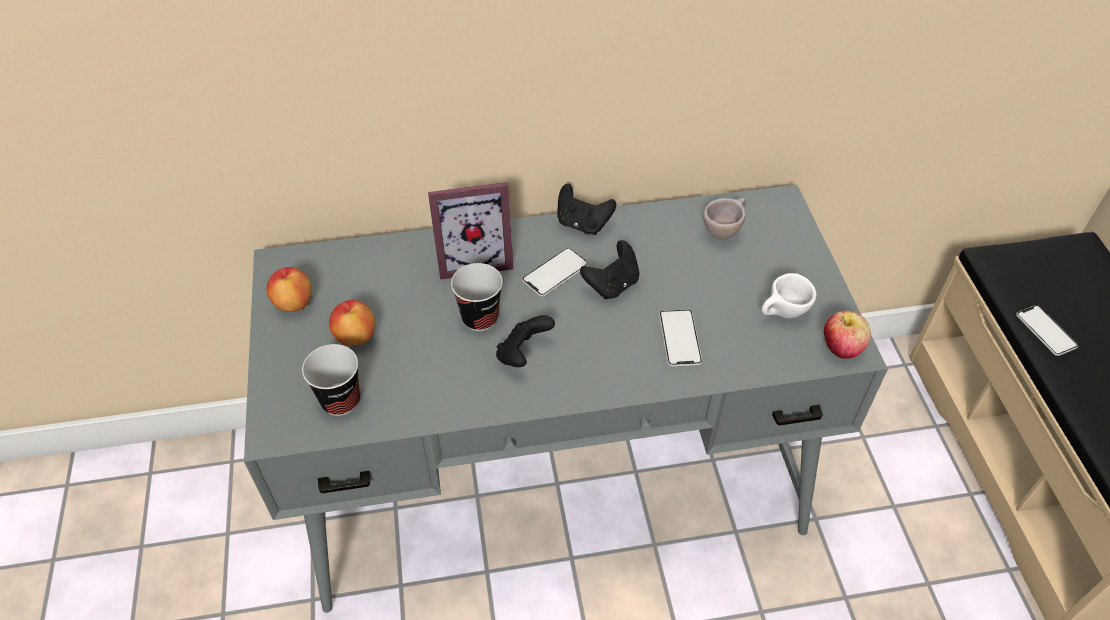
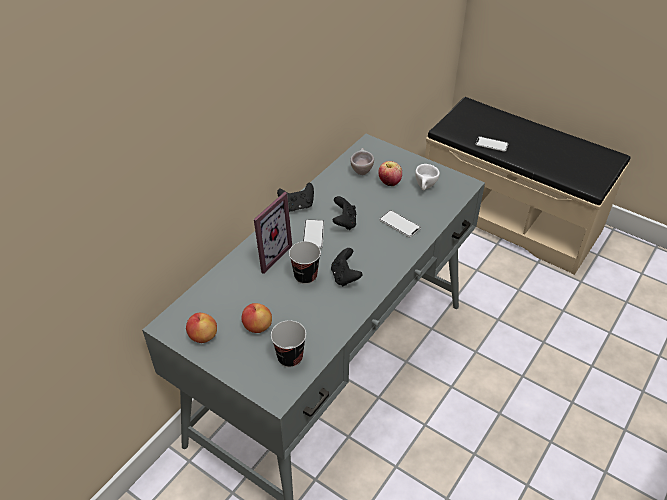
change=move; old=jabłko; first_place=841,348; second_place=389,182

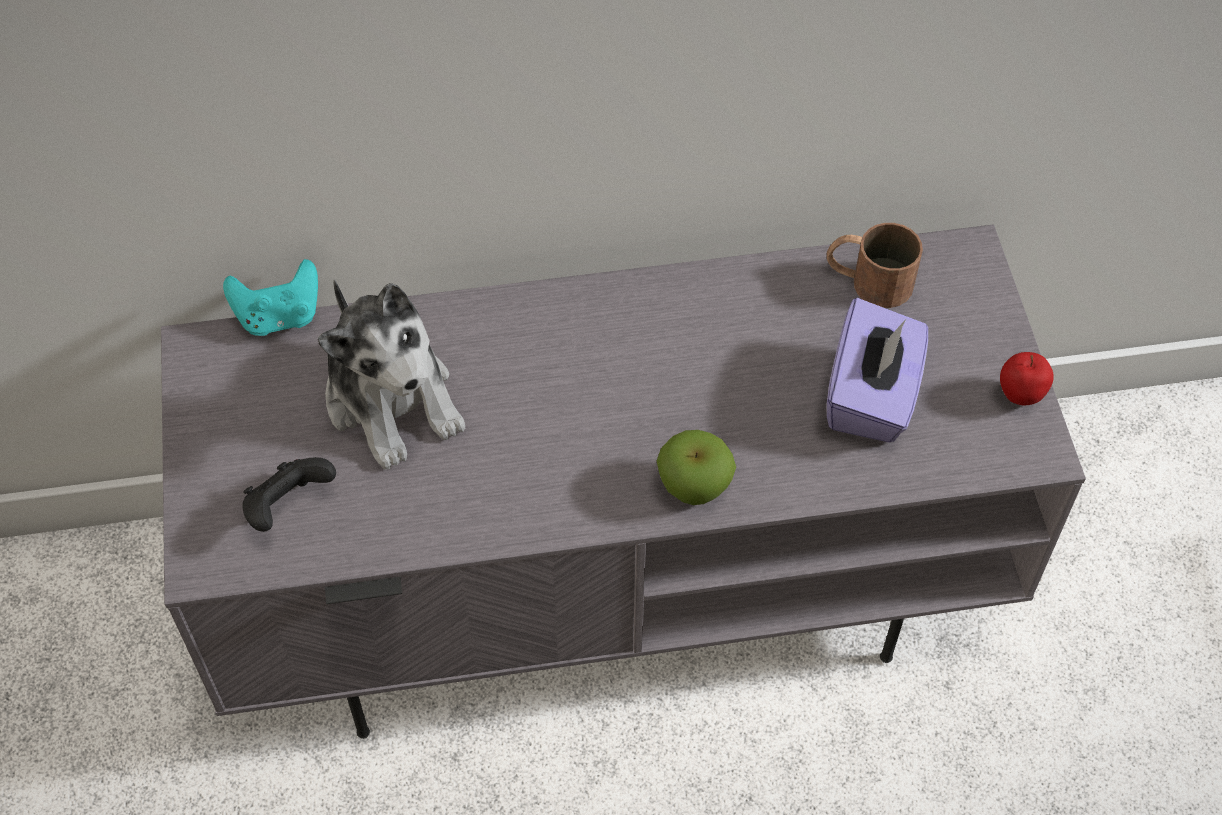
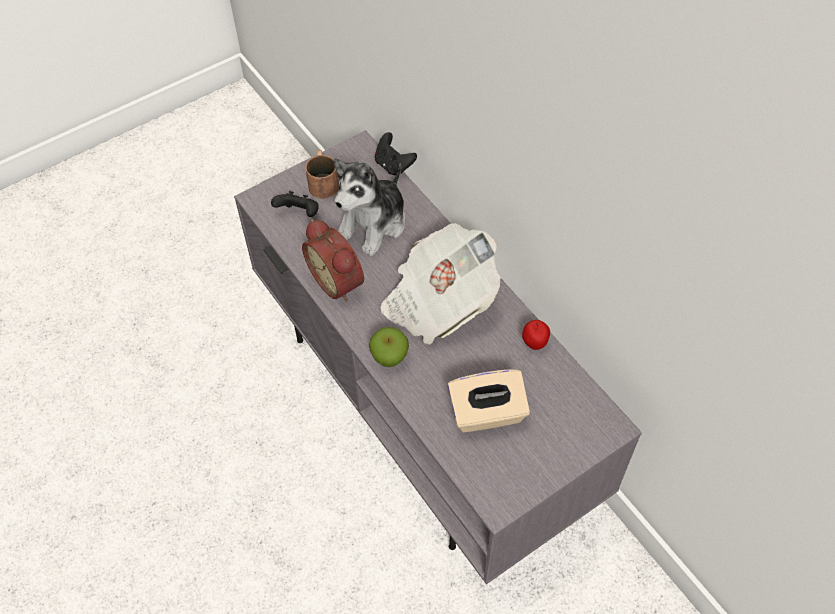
change=insert; new=budzik; second_place=339,280
change=move; old=kubek (brązowy); first_place=868,280; second_place=323,181
change=recolor; old=pad do gier (turkusowy); new=pad do gier (czarny); first_place=279,317; second_place=393,165
change=insert; new=gazeta; second_place=438,301
change=recolor; old=pudełko chusteczek (fioletowy); new=pudełko chusteczek (beżowy); first_place=872,397; second_place=487,414
change=move; old=jabłko; first_place=1019,397; second_place=534,343

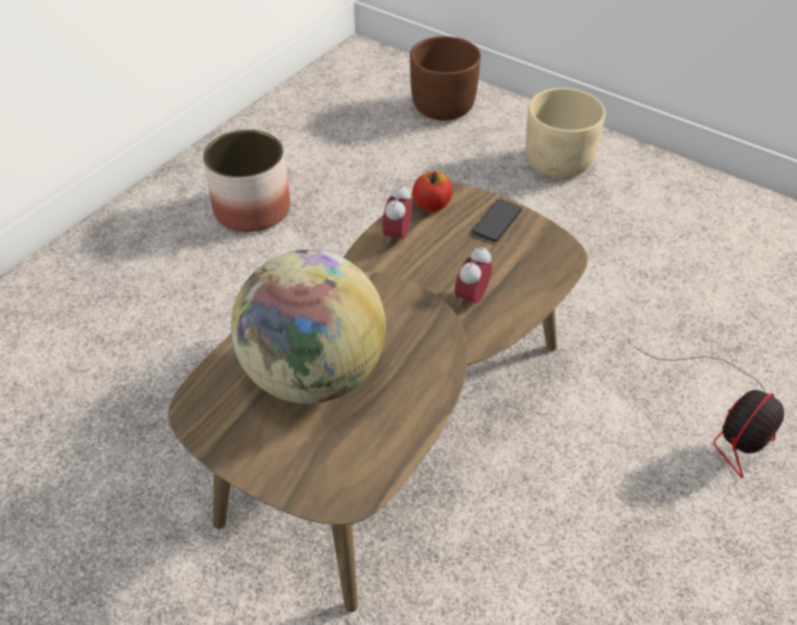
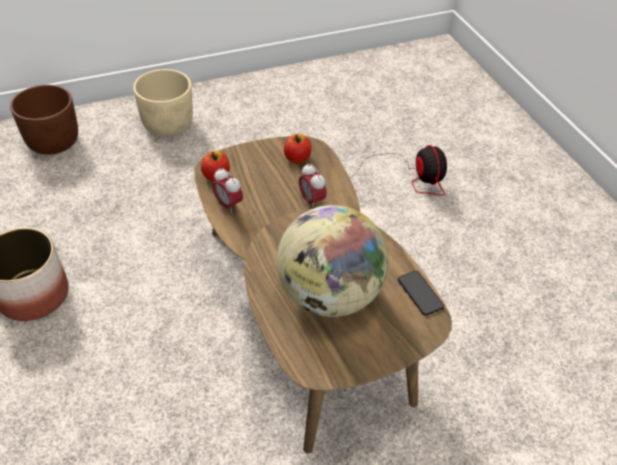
change=insert; new=jabłko; second_place=297,158
change=move; old=telefon; first_place=497,221; second_place=420,293

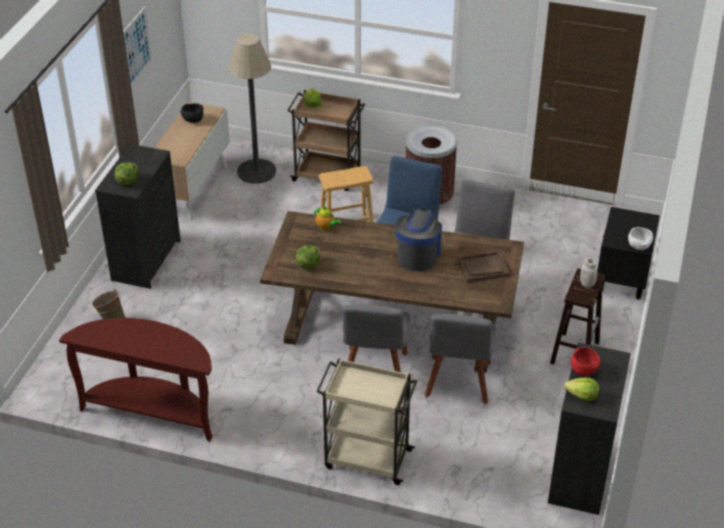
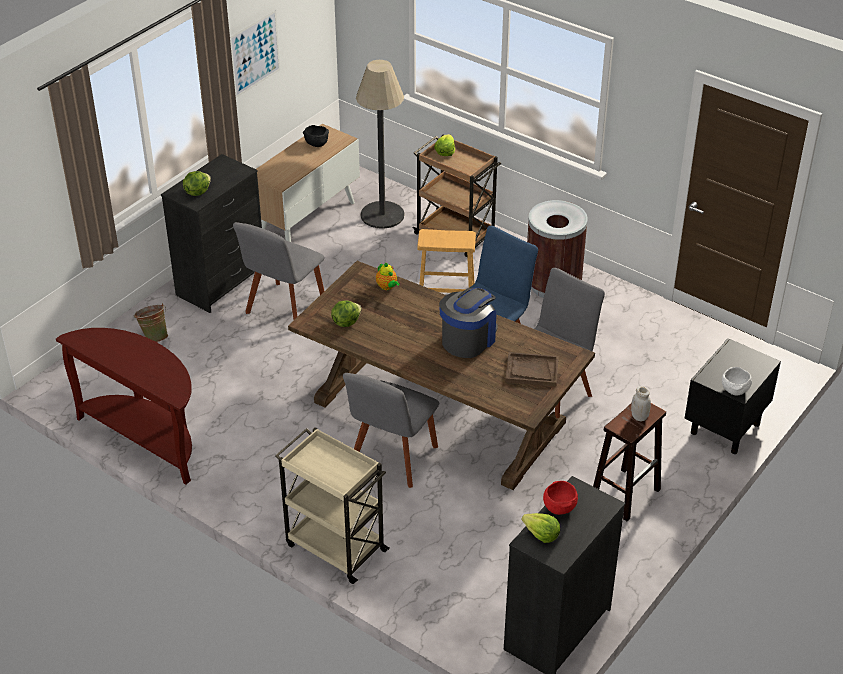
change=move; old=krzesło (szary); first_place=458,383; second_place=284,309

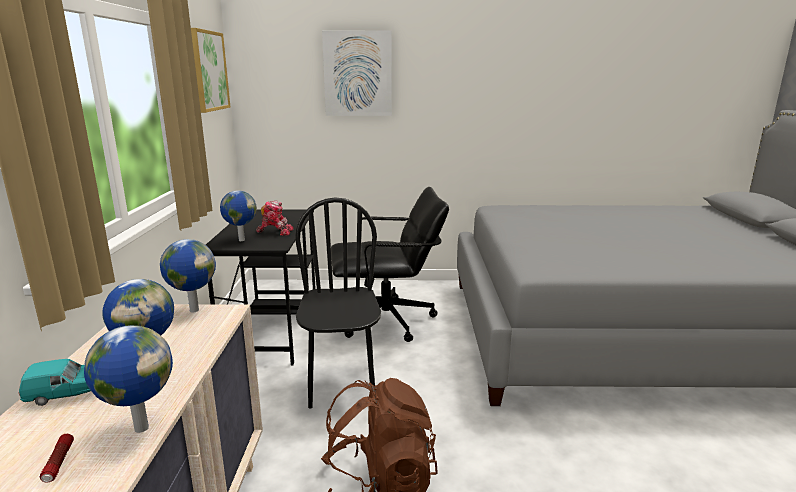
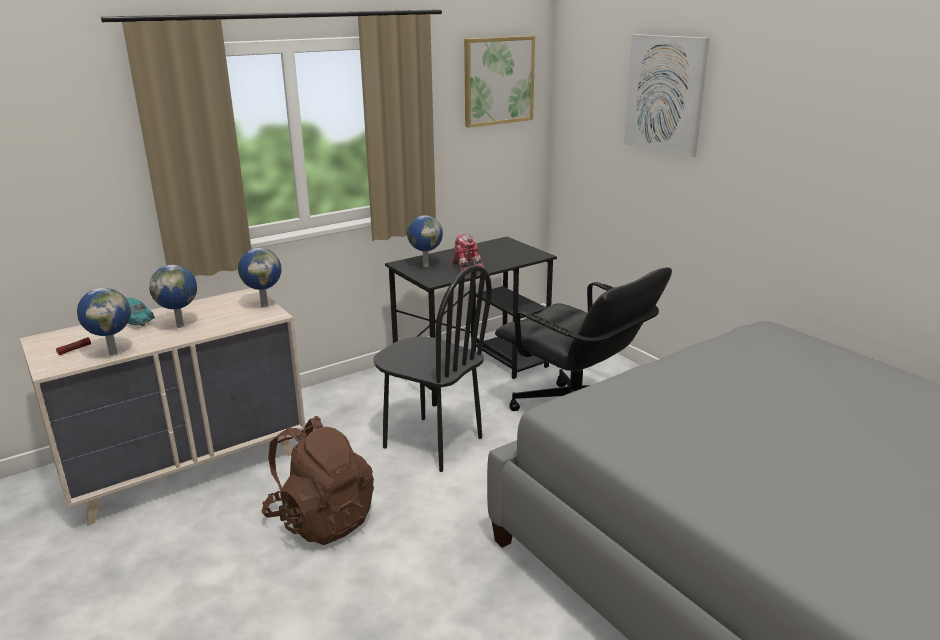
change=rotate; old=krzesło (czarny); first_place=342,385; second_place=432,443; degrees=75

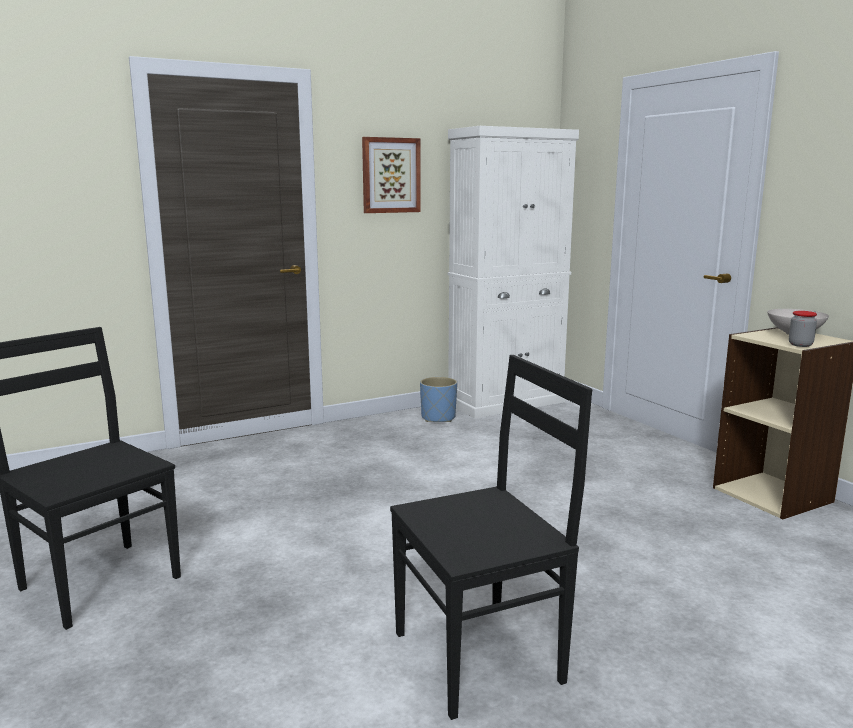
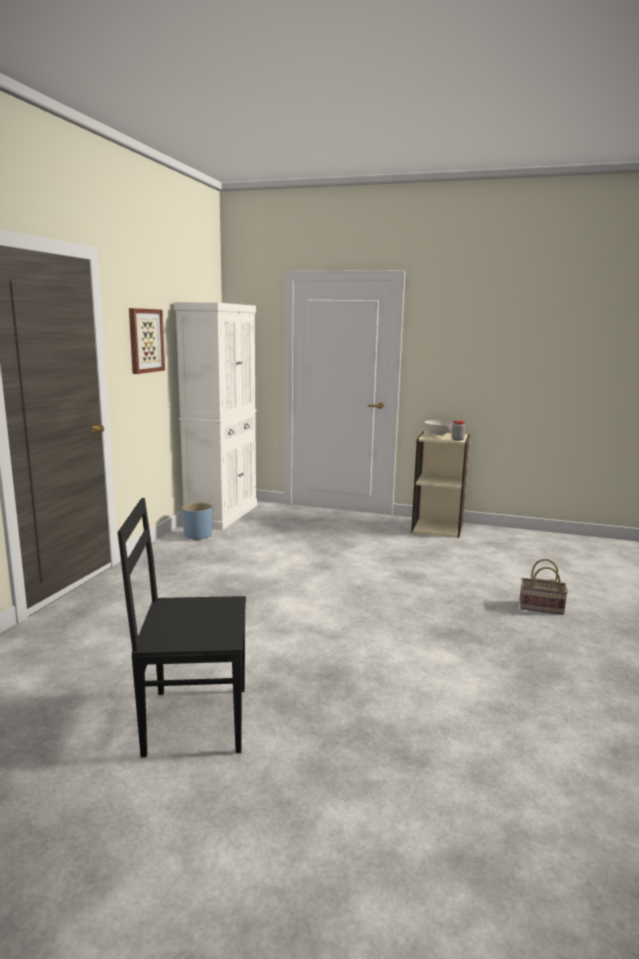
change=insert; new=koszyk; second_place=540,607
change=delete; old=krzesło (czarny); first_place=482,656

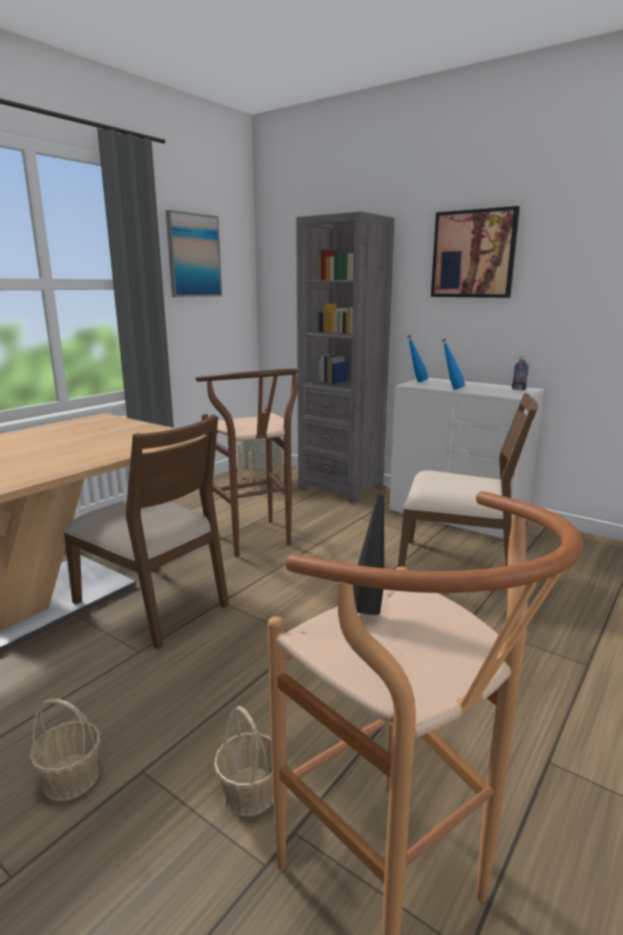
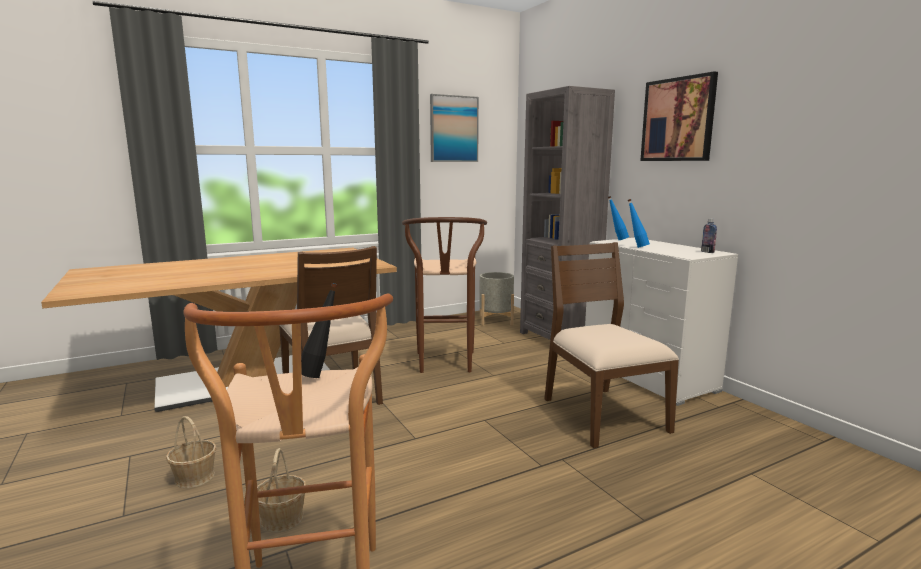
change=rotate; old=krzesło (brązowy); first_place=457,565; second_place=602,414; degrees=-150

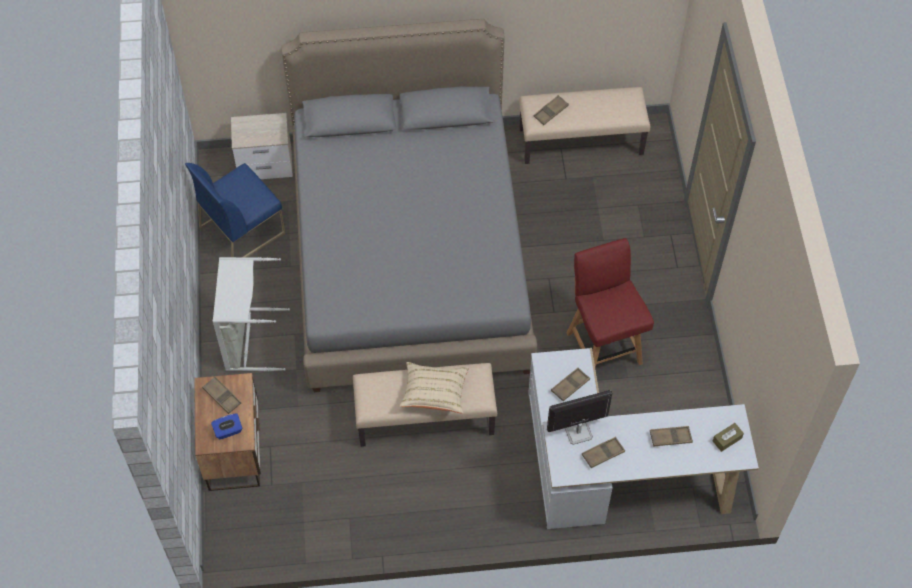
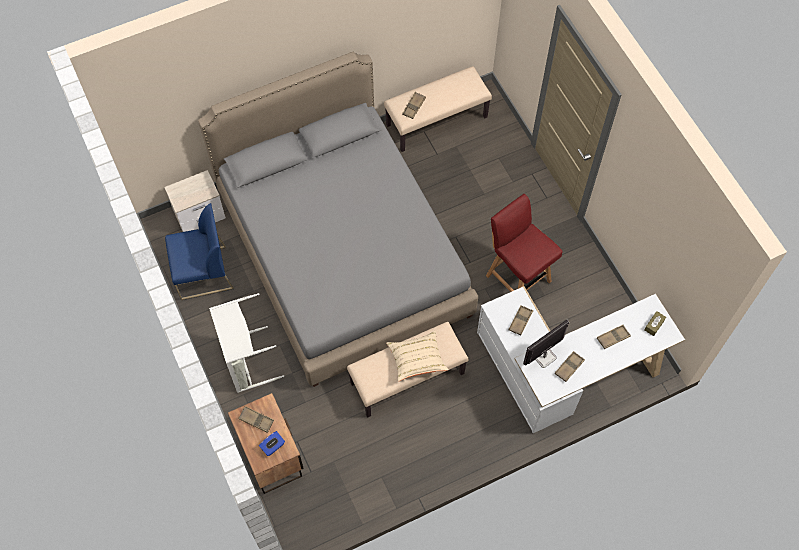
change=rotate; old=krzesło (niebieski); first_place=242,229; second_place=203,273; degrees=-135

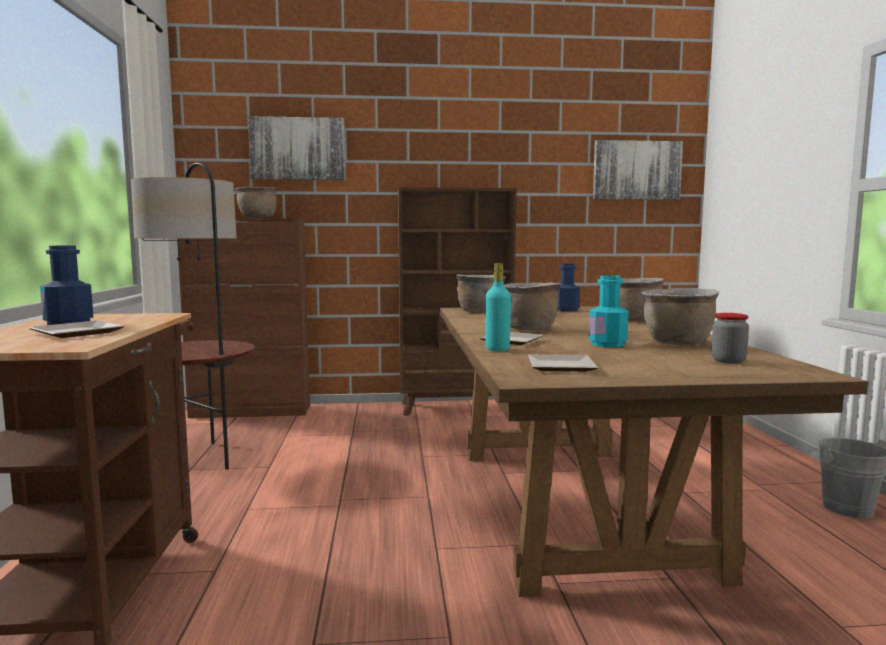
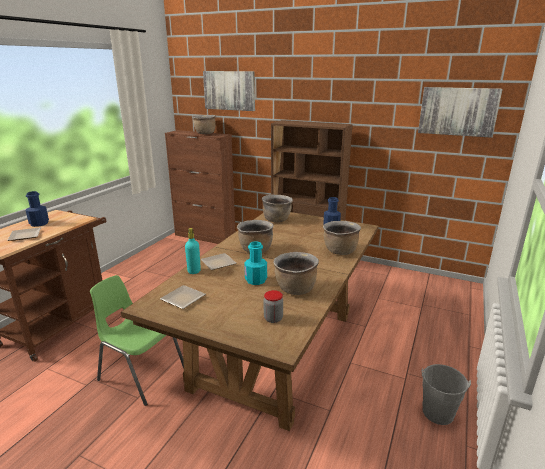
change=insert; new=krzesło (zielony); second_place=141,373
change=delete; old=lampa stojąca; first_place=202,459

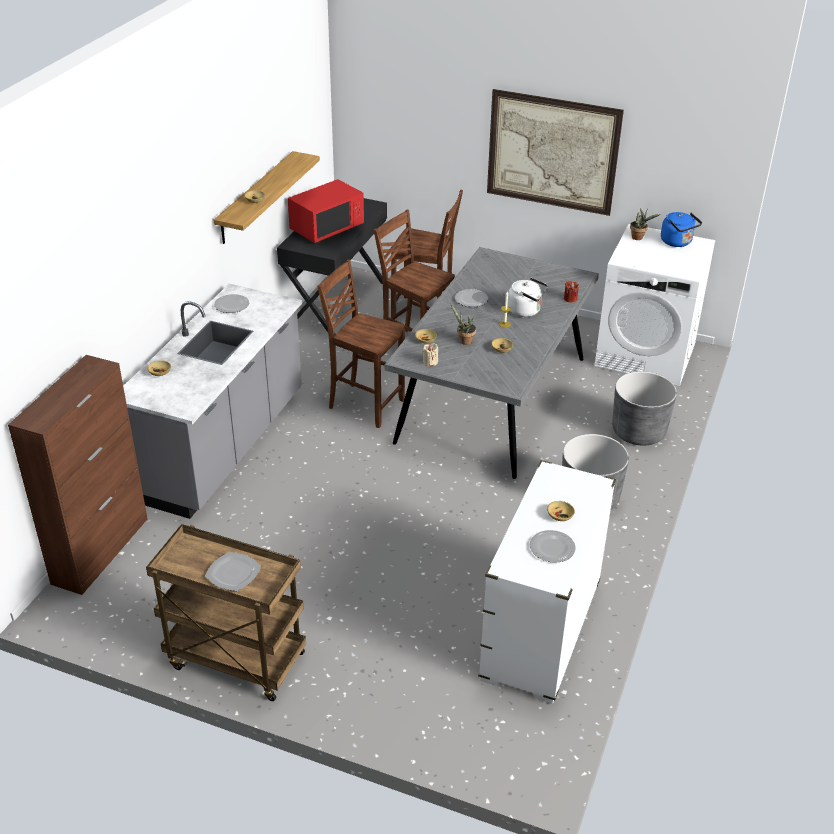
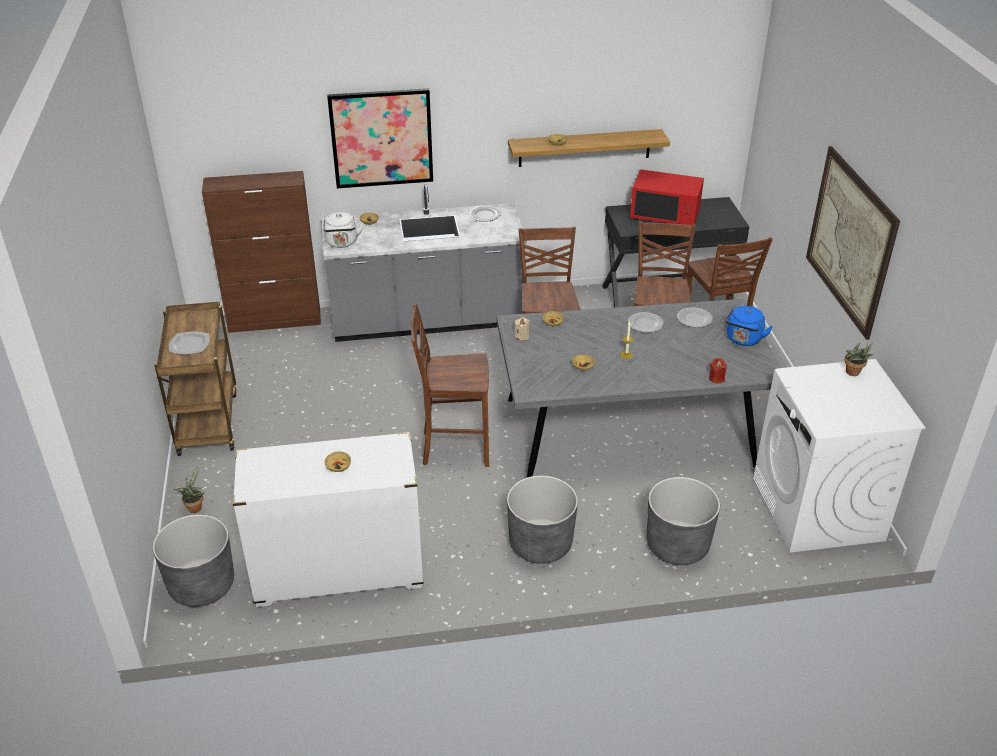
change=insert; new=donica (szary); second_place=202,585
change=move; old=roślina doniczkowa; first_place=464,341; second_place=194,507
change=move; old=czajnik (biały); first_place=526,311; second_place=342,243
change=insert; new=obraz; second_place=381,138
change=insert; new=krzesło (brązowy); second_place=454,448
change=move; old=talerz; first_place=551,548; second_place=694,318
change=move; old=czajnik (niebieski); first_place=677,242; second_place=743,340

